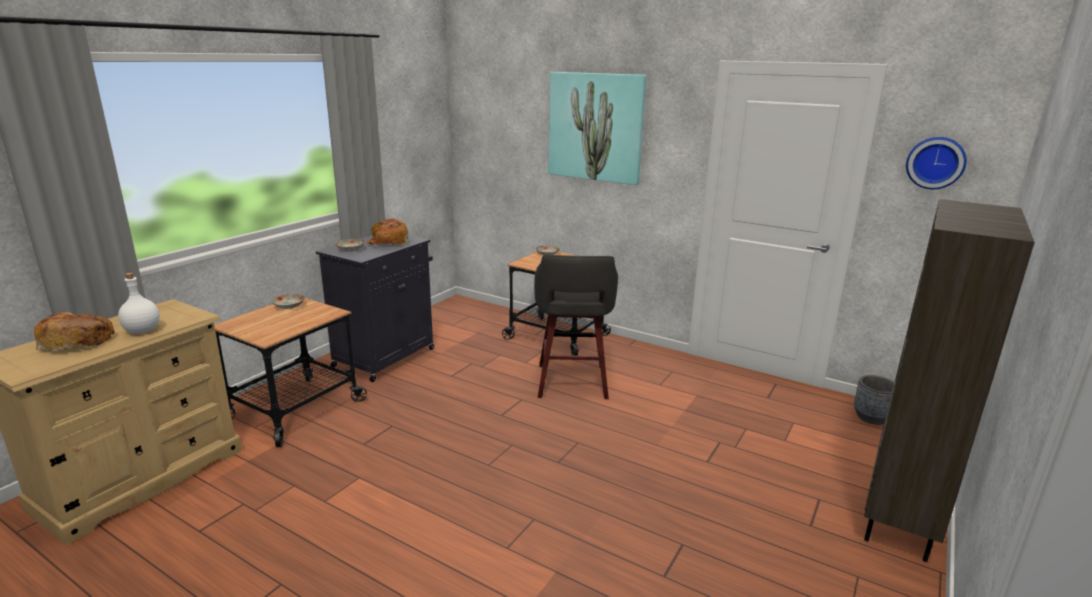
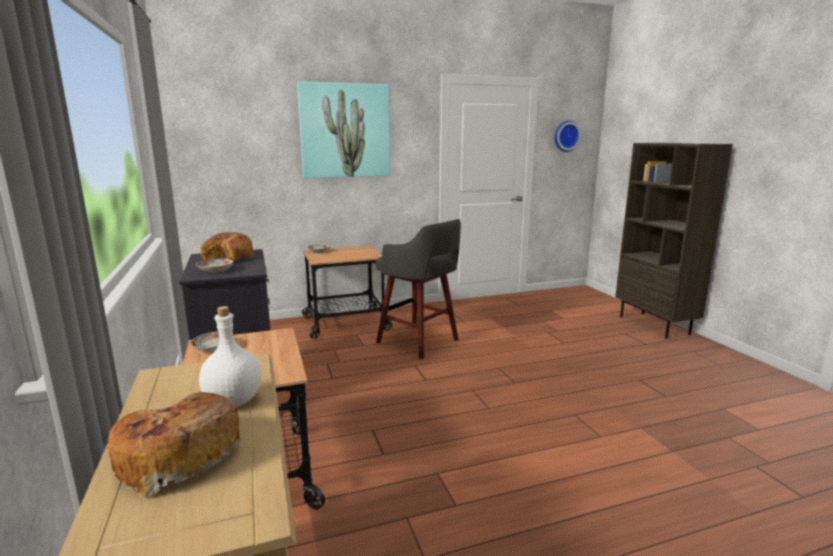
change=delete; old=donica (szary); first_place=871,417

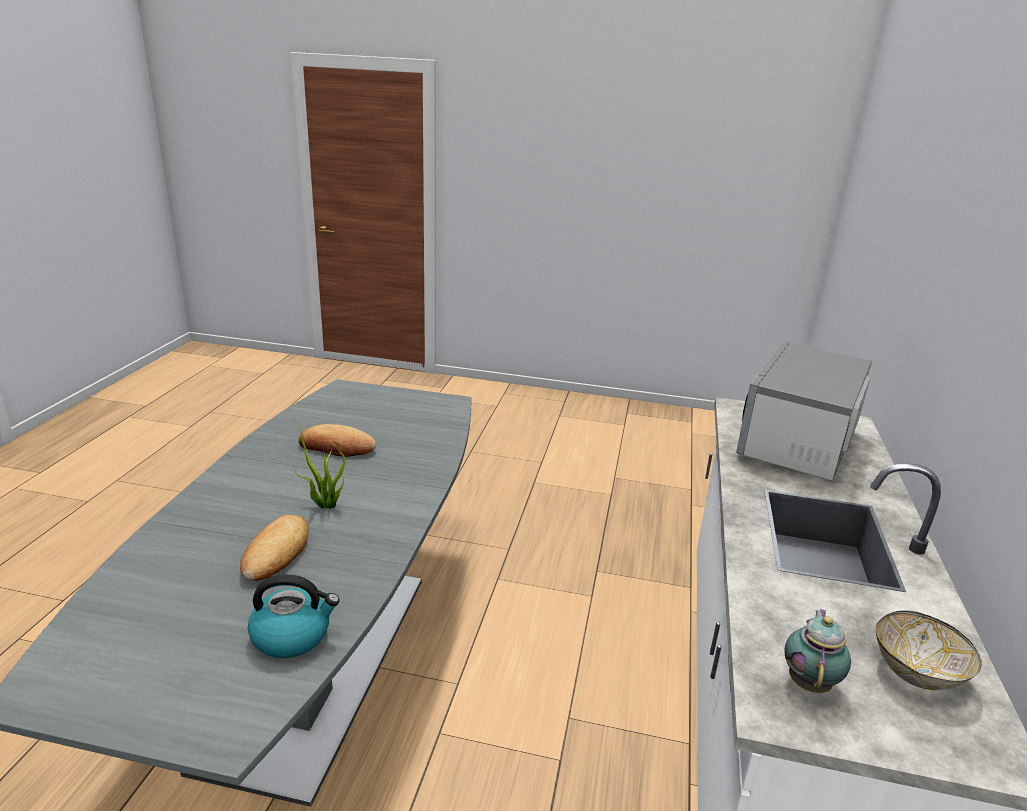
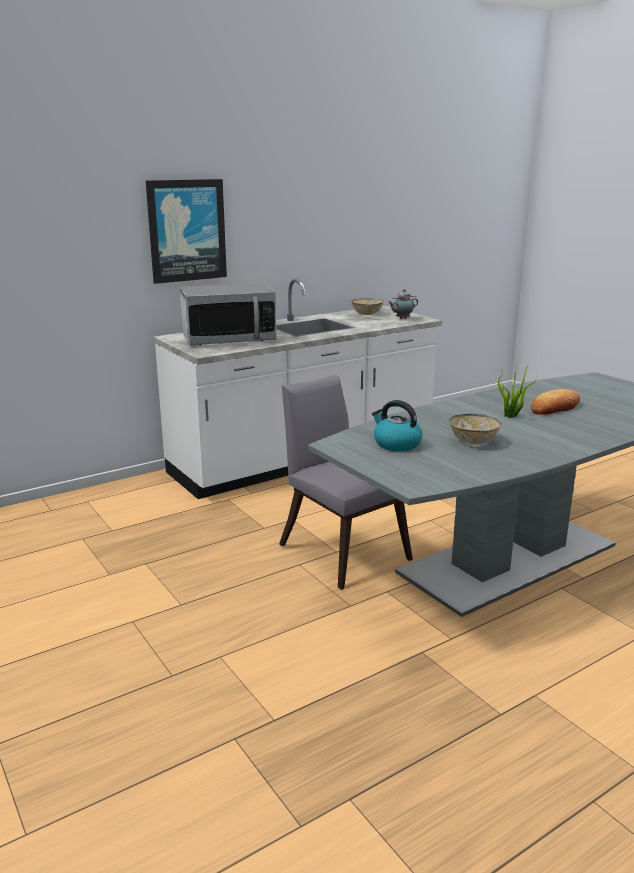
change=insert; new=obraz; second_place=186,230
change=insert; new=krzesło (szary); second_place=340,548
change=move; old=czajnik; first_place=292,635; second_place=396,444
change=replace; old=chleb; new=miska; first_place=337,447; second_place=473,441

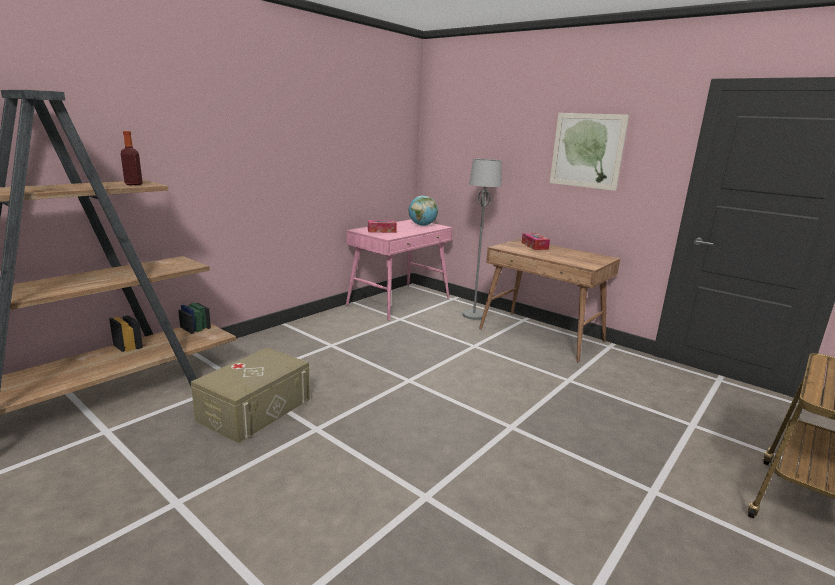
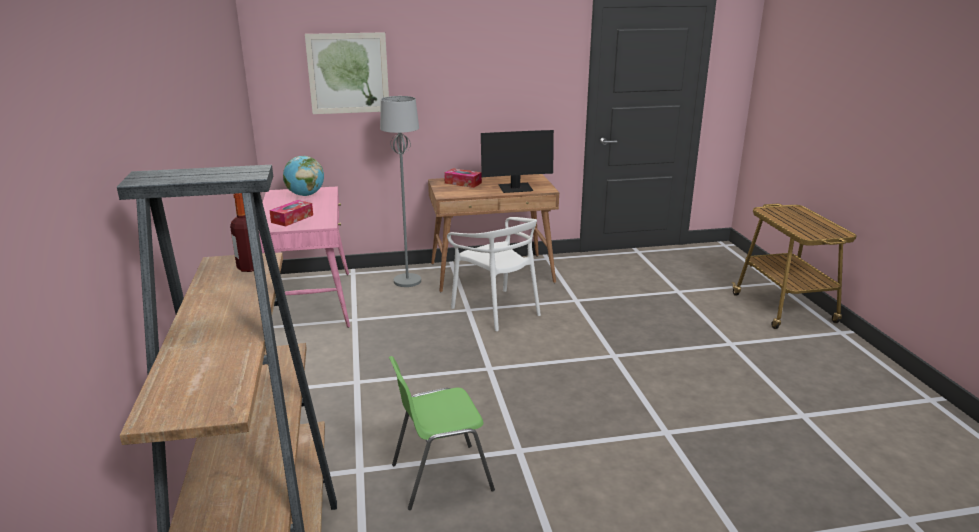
change=move; old=obraz; first_place=587,151; second_place=348,73
change=replace; old=pojemnik do przechowywania (beżowy); new=krzesło (zielony); first_place=255,409; second_place=440,477
change=insert; new=krzesło (biały); second_place=497,310
change=insert; new=monitor; second_place=515,188

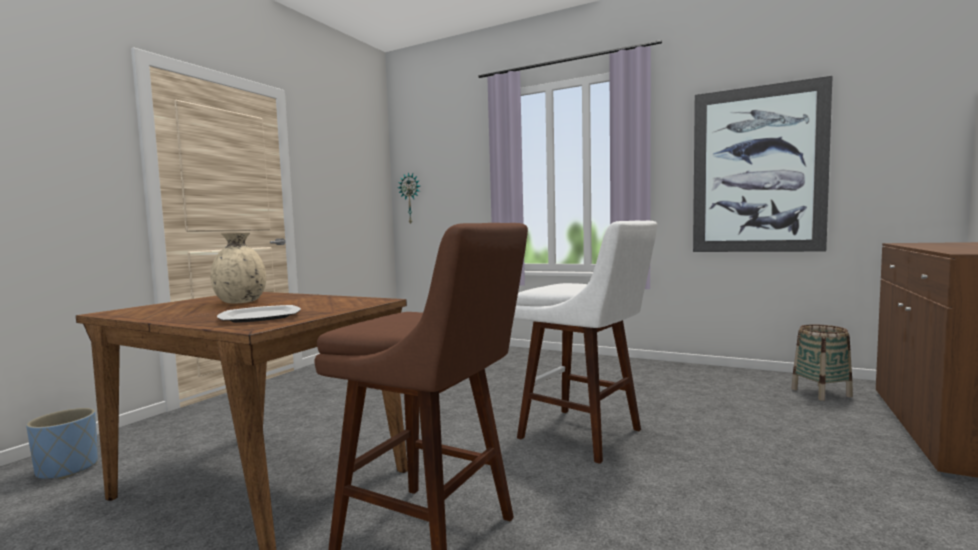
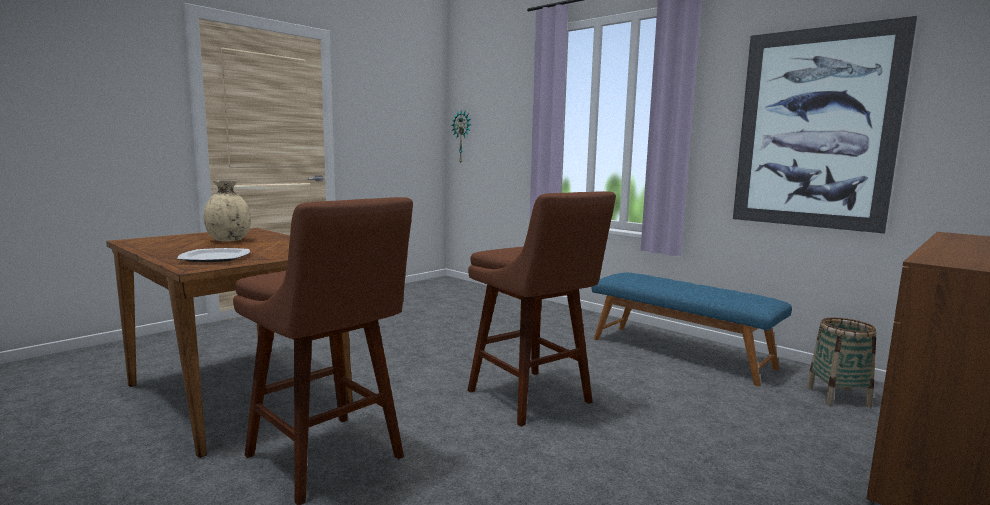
change=recolor; old=stołek (biały); new=stołek (brązowy); first_place=587,436; second_place=534,399
change=insert; new=ławka (niebieski); second_place=680,352
change=delete; old=donica (niebieski); first_place=67,469

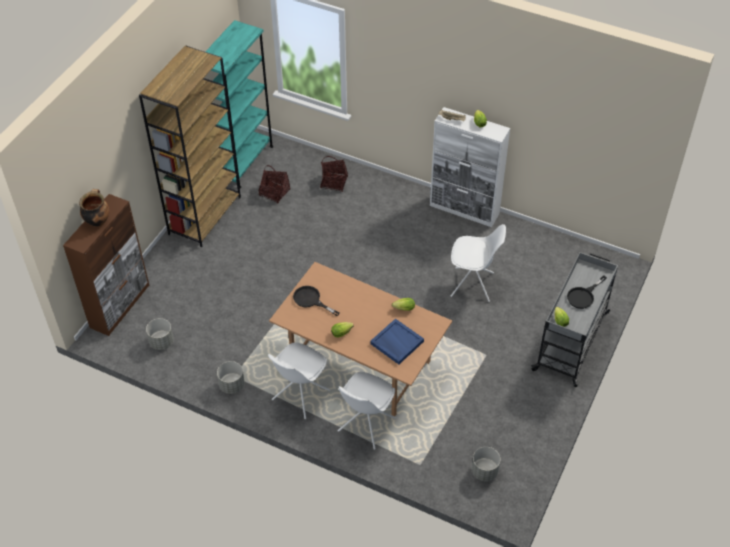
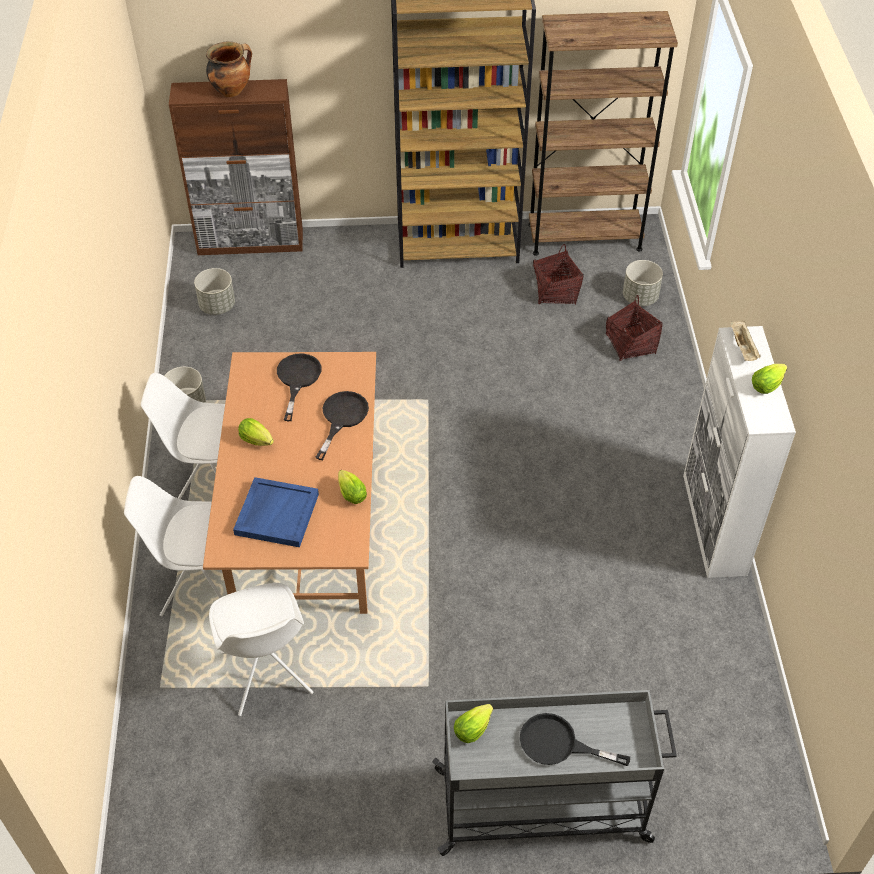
change=move; old=krzesło (biały); first_place=473,285; second_place=267,675
change=insert; new=patelnia (czarny); second_place=342,418
change=recolor; old=regał (turkusowy); new=regał (brązowy); first_place=244,162; second_place=584,237
change=move; old=donica (szary); first_place=484,471; second_place=640,297

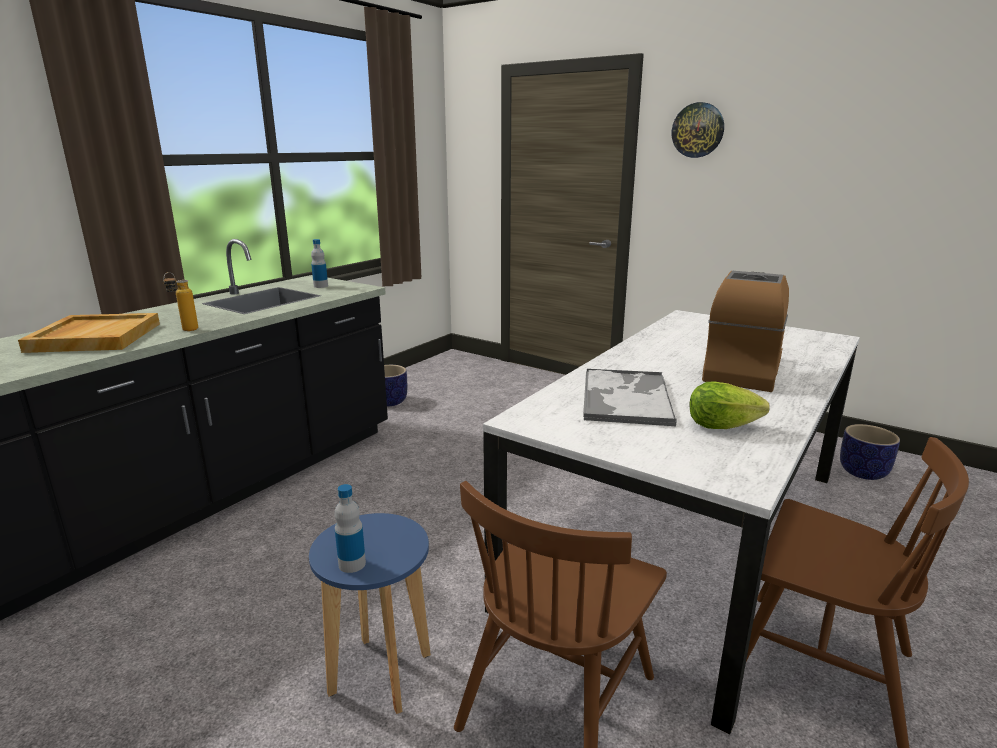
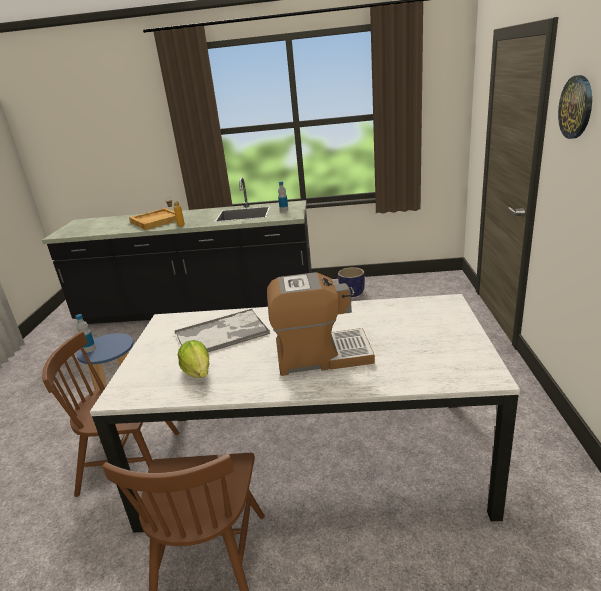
change=delete; old=donica; first_place=862,472

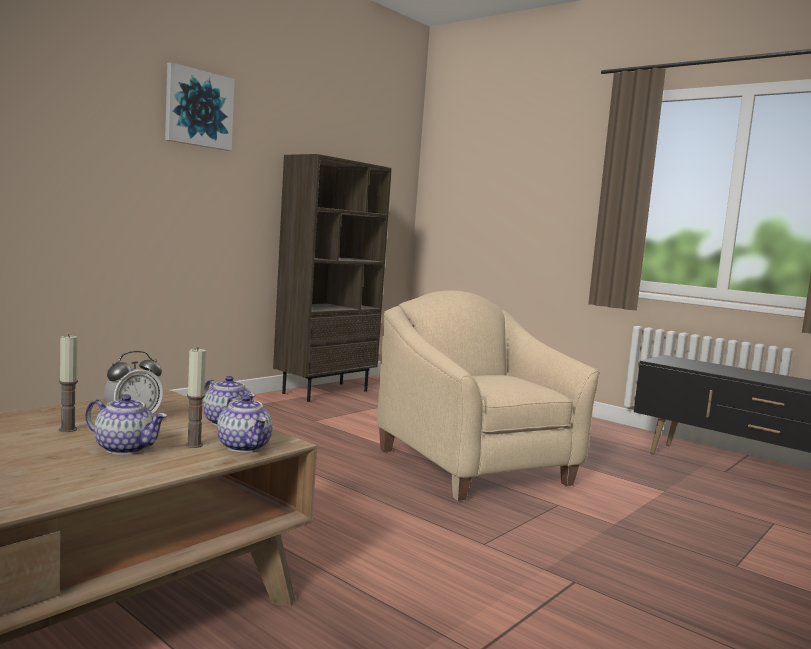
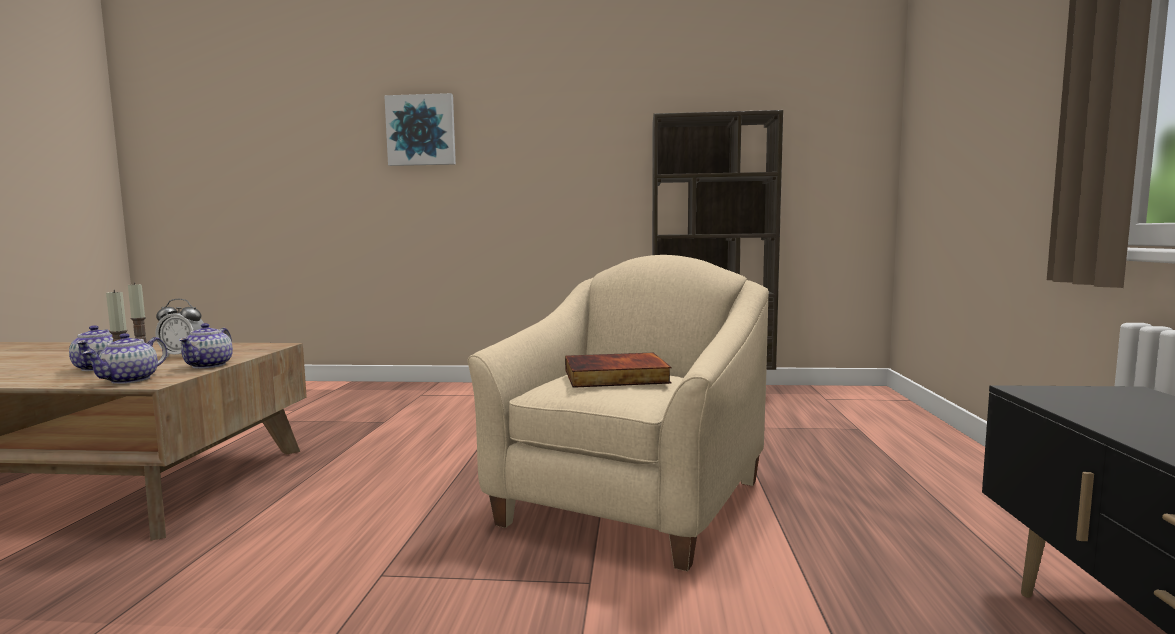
change=move; old=obraz; first_place=198,108; second_place=421,130
change=insert; new=książka; second_place=615,377

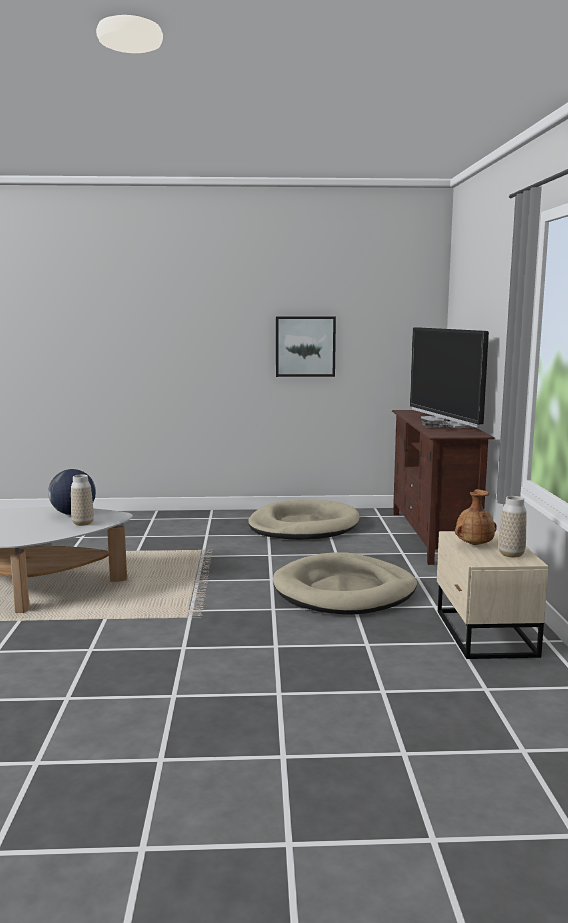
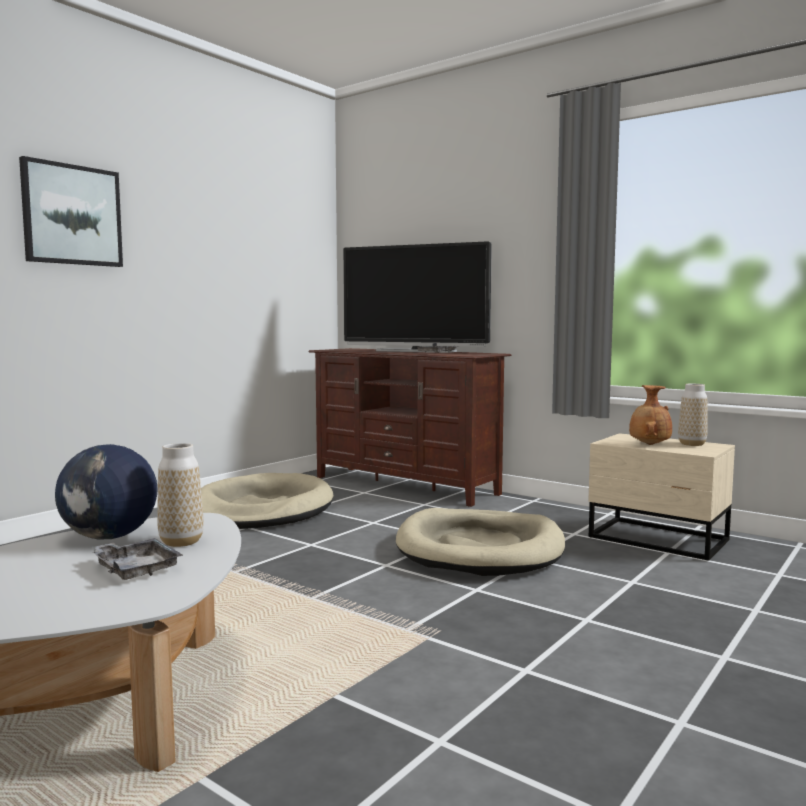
change=move; old=obraz; first_place=305,346; second_place=72,215
change=insert; new=taca (szary); second_place=136,569

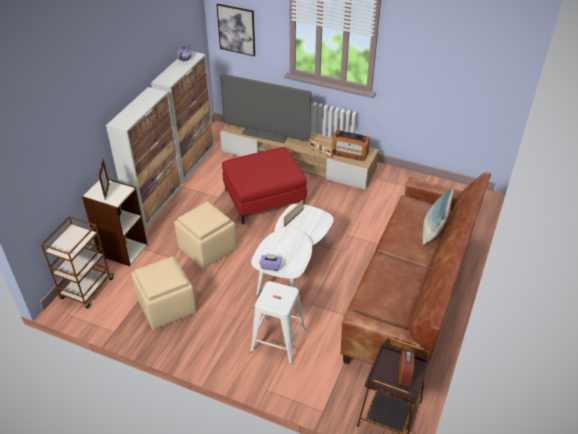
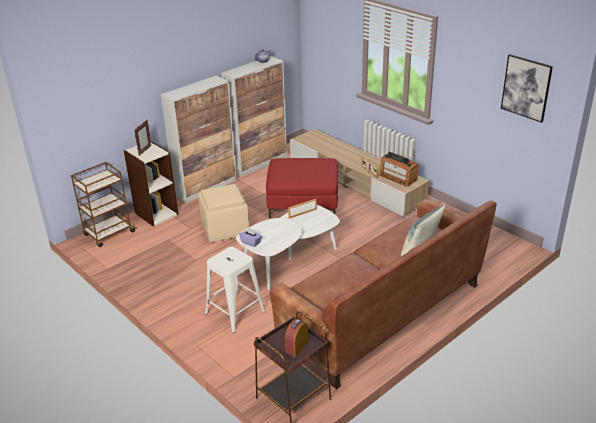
change=move; old=obraz; first_place=236,29; second_place=526,87
change=delete; old=pufa (beżowy); first_place=166,306
change=delete; old=telewizor; first_place=267,132

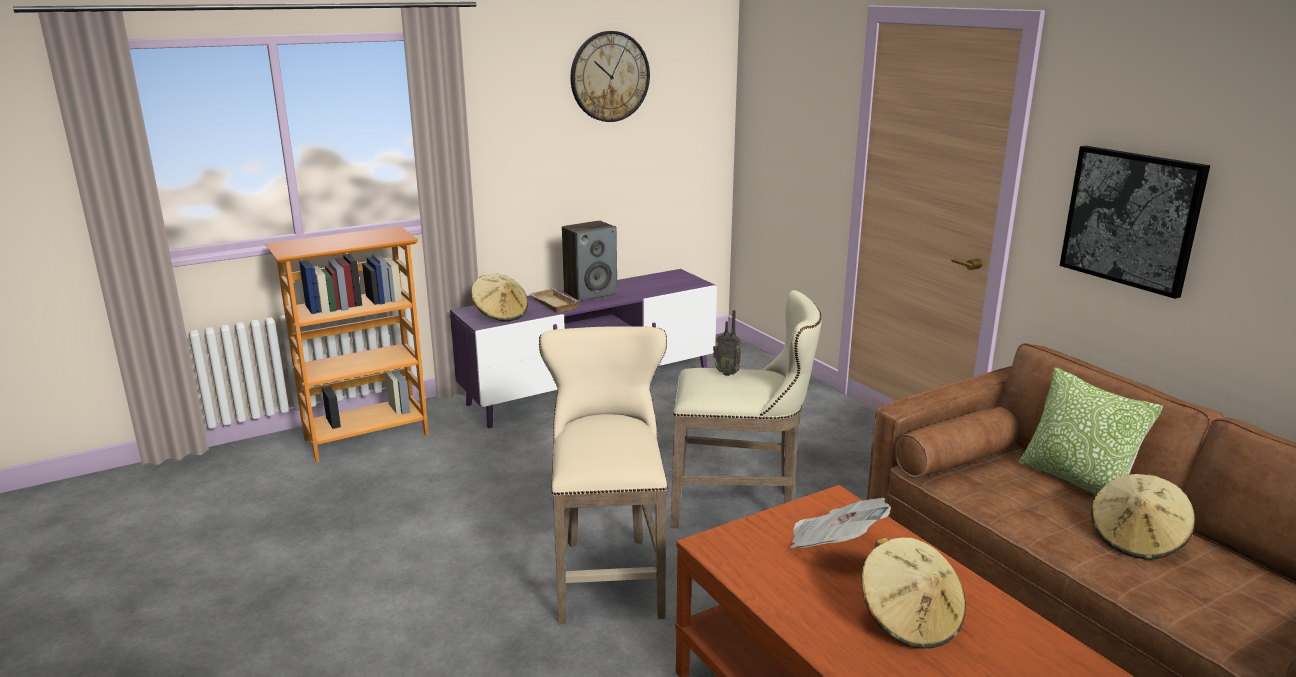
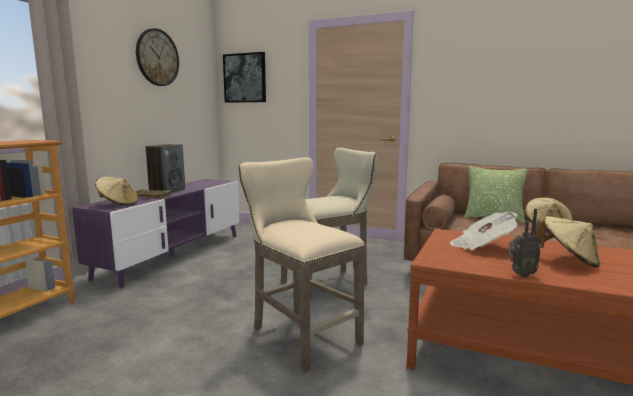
change=move; old=obraz; first_place=1131,219; second_place=245,78
change=move; old=radio; first_place=727,373; second_place=520,274

